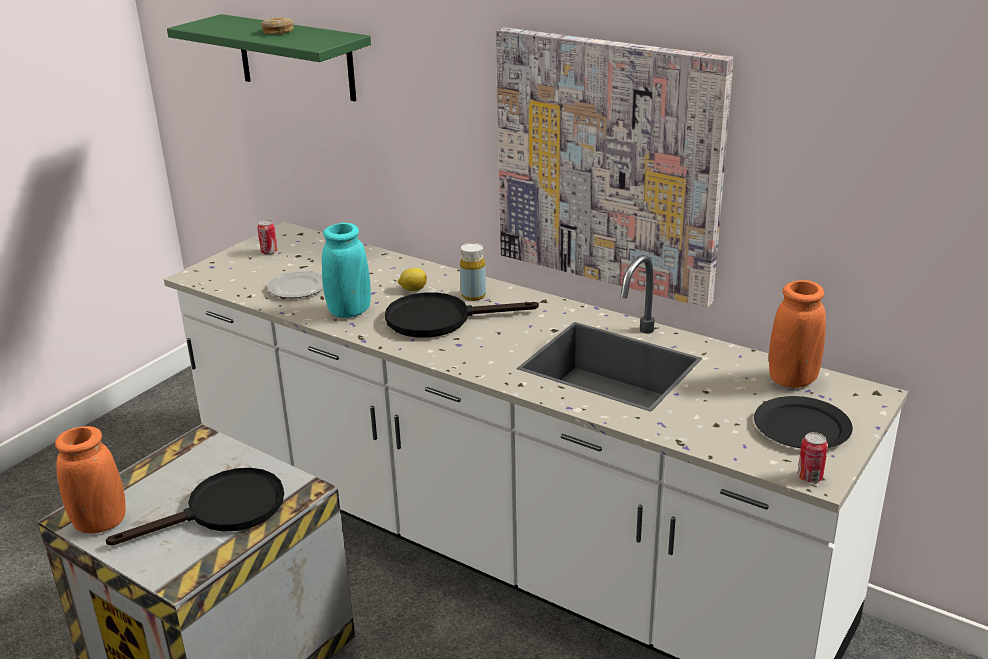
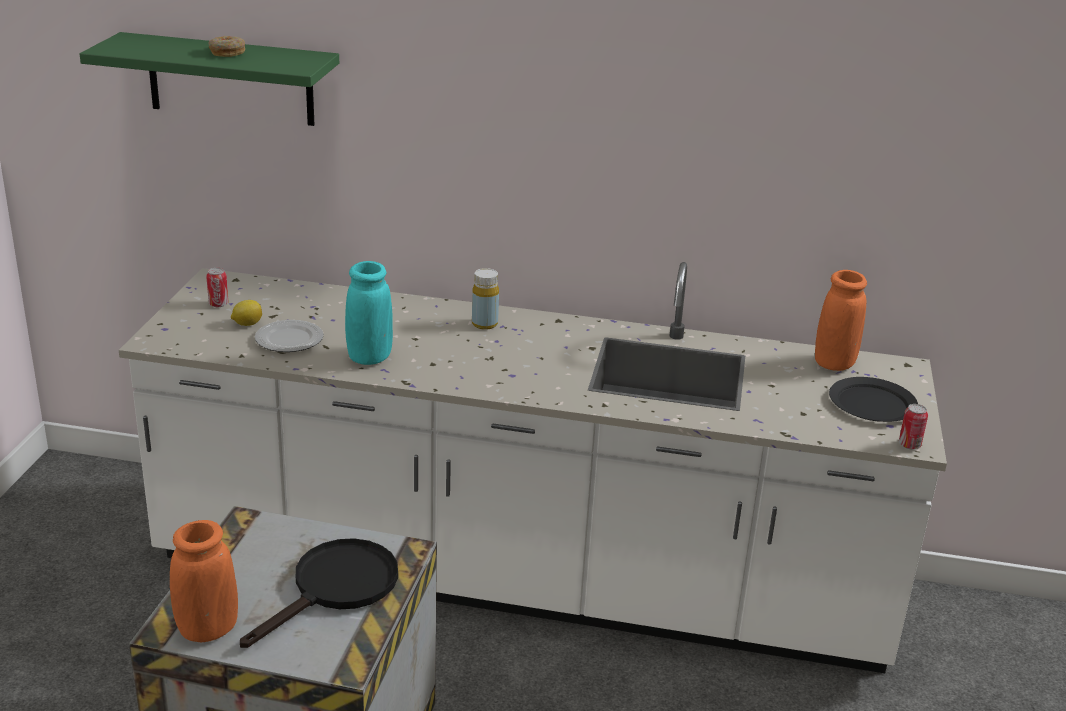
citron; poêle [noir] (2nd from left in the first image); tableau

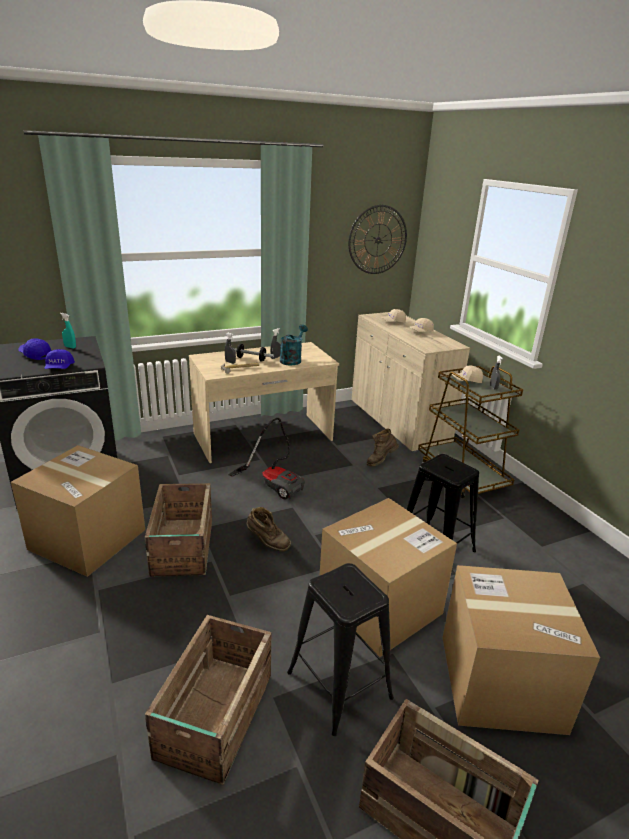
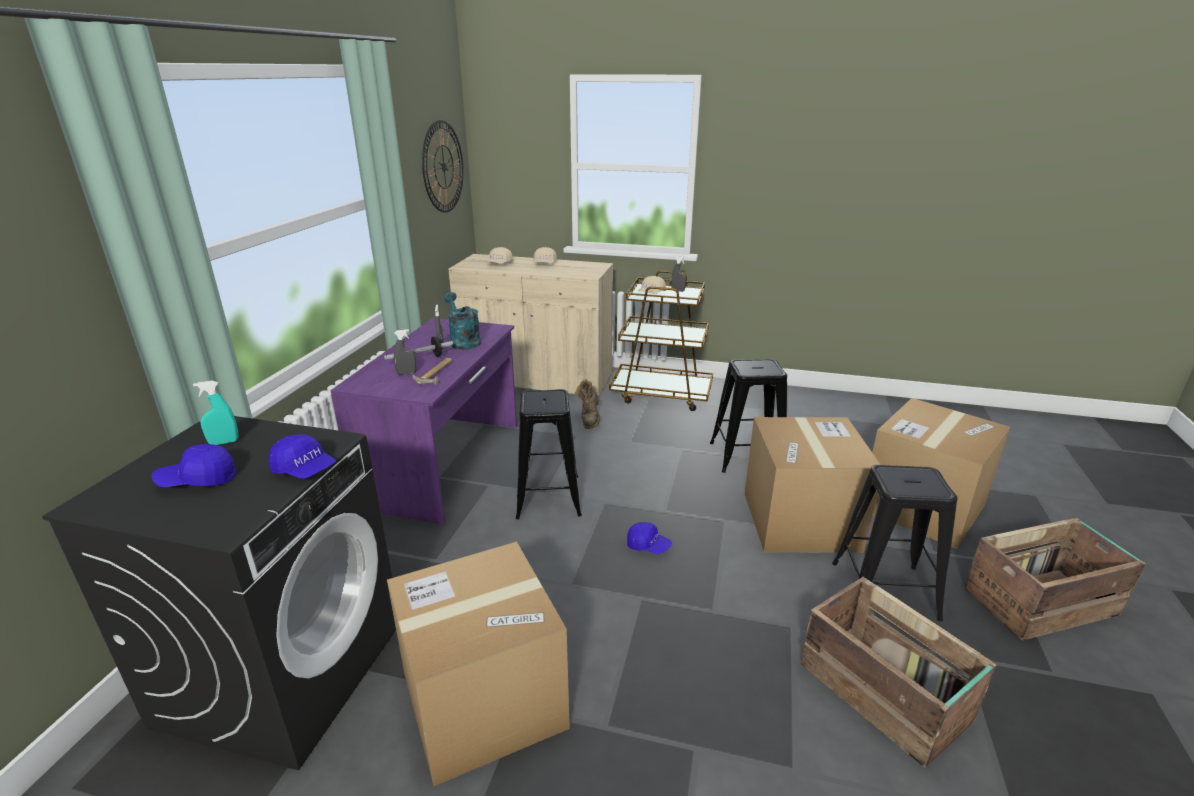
bureau [violet]; tabouret [noir] (1st from left); casquette [bleu] (3rd from left); caisse (1st from left in the first image)

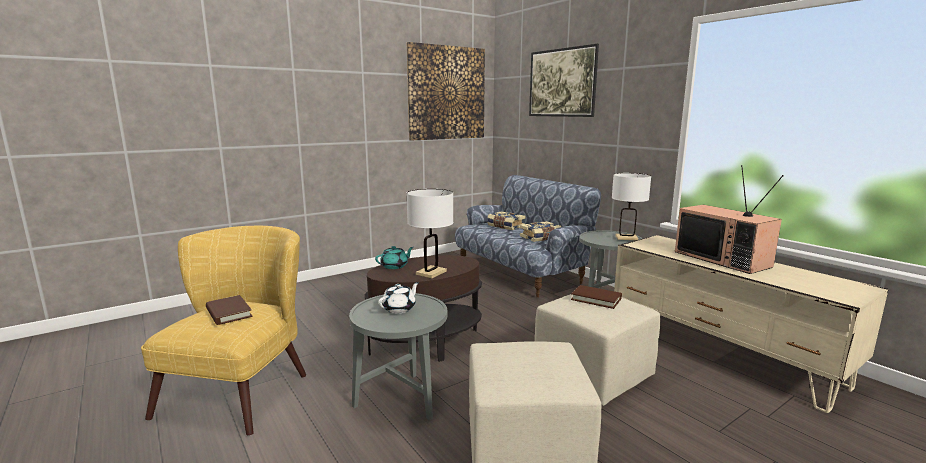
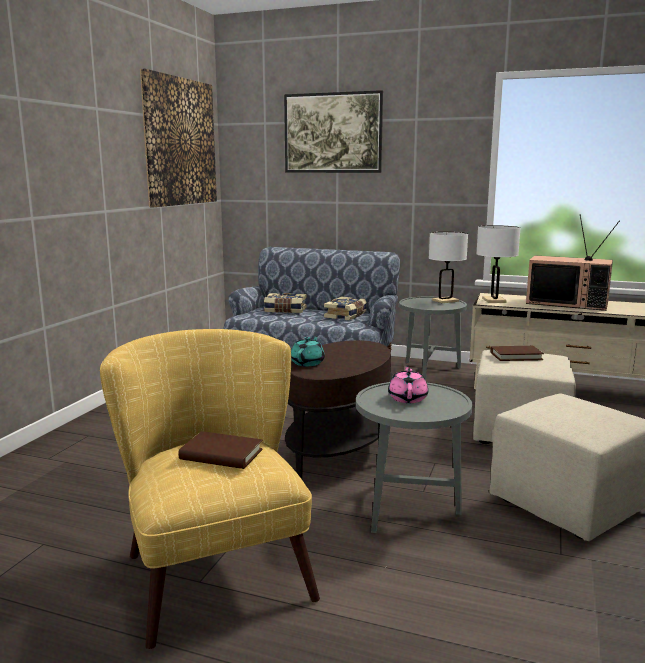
théière [rose]; lampe de table [blanc] (2nd from left)

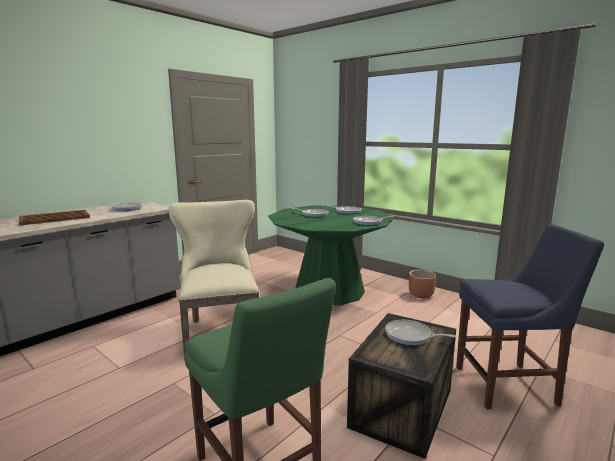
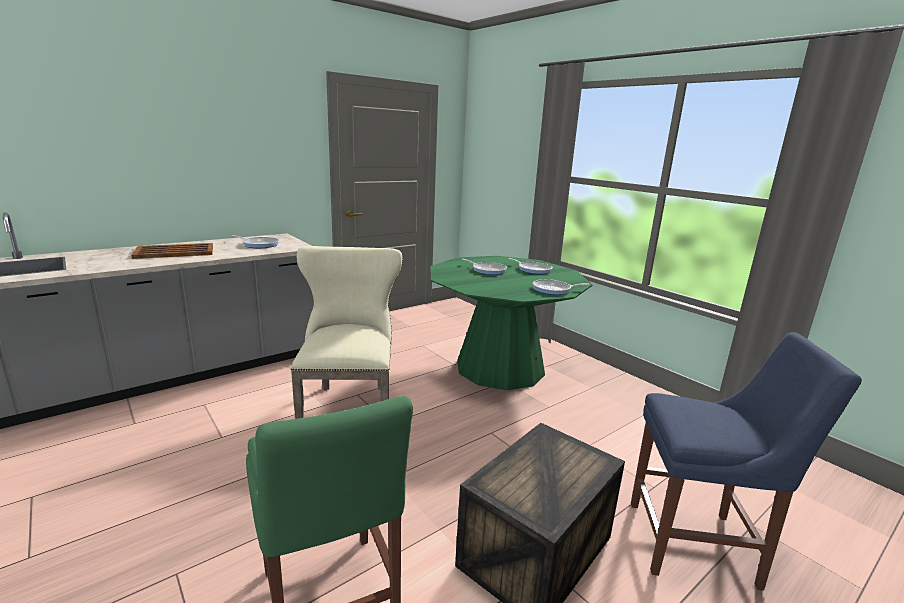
poêle (5th from left in the first image); cache-pot [marron]

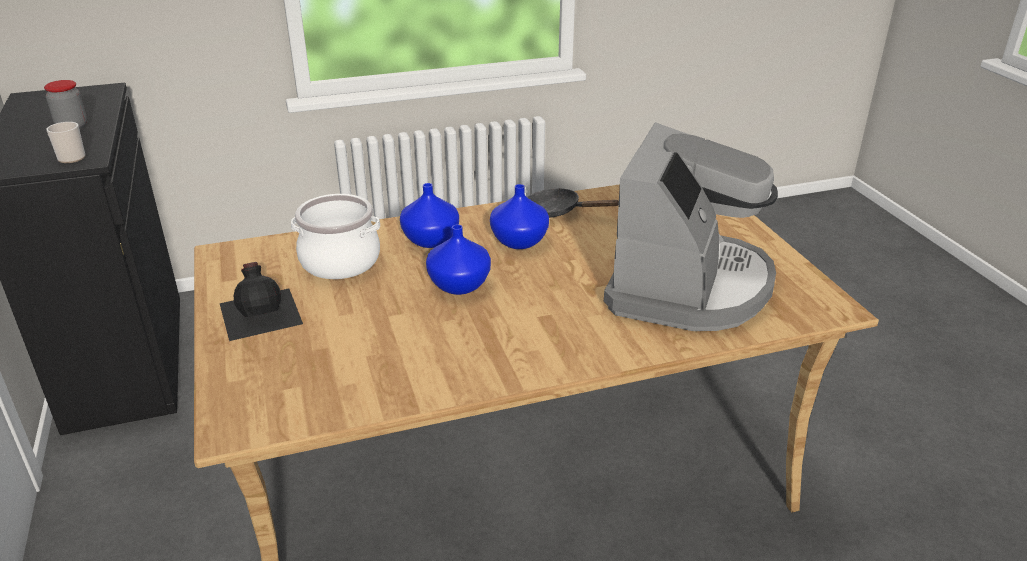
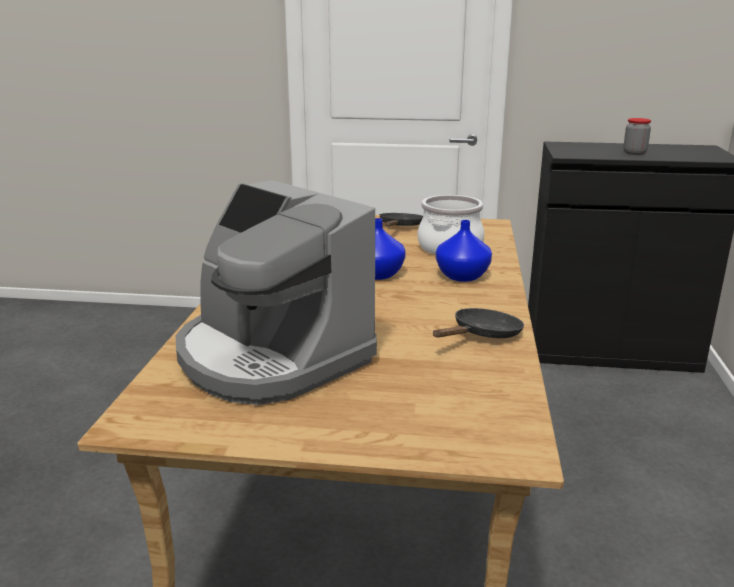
poêle [noir] (1st from left); mug; vase [bleu] (3rd from left in the first image)

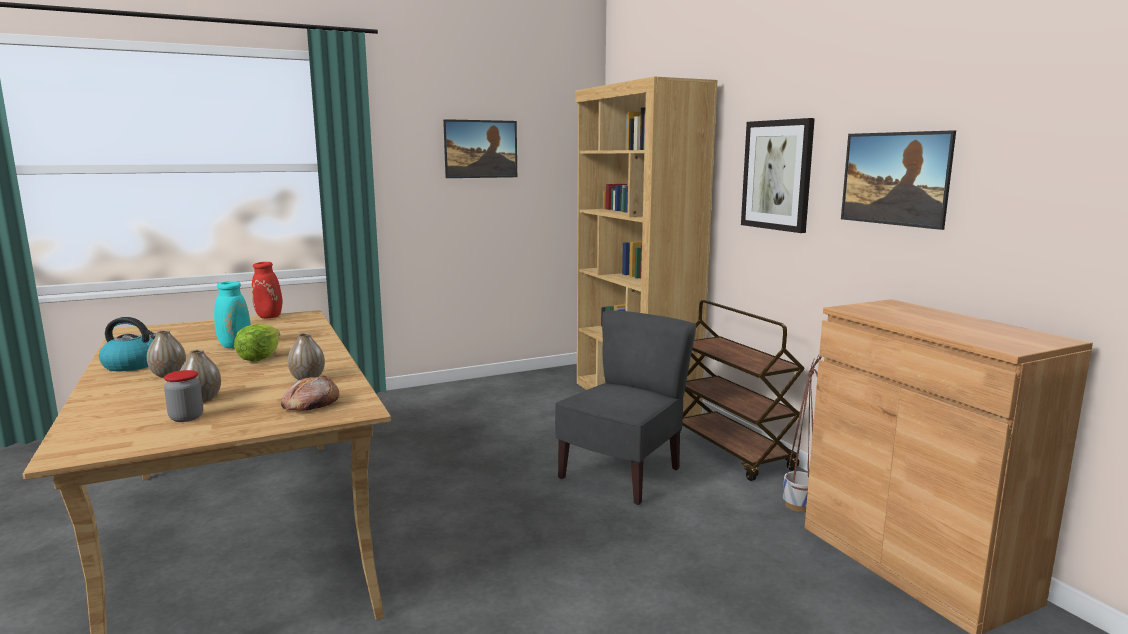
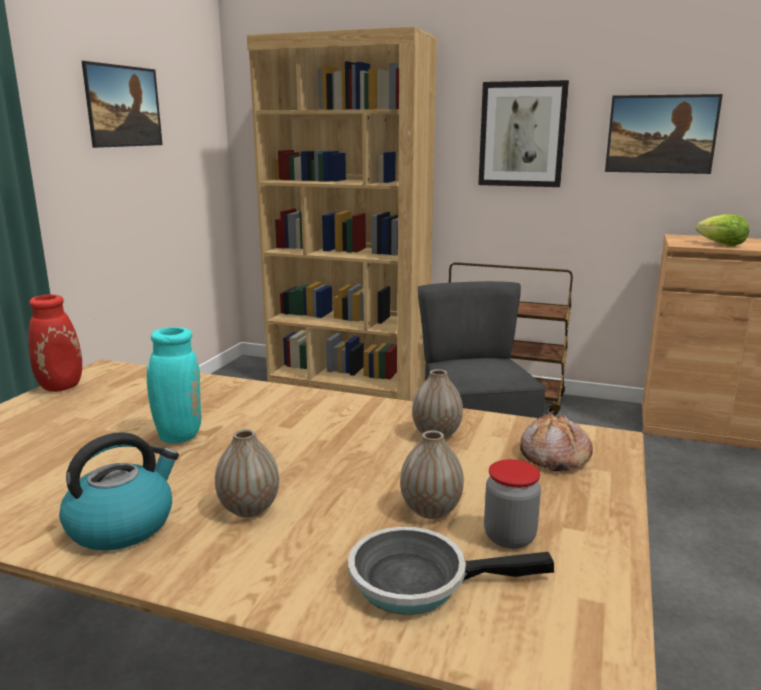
poêle; laitue; cache-pot

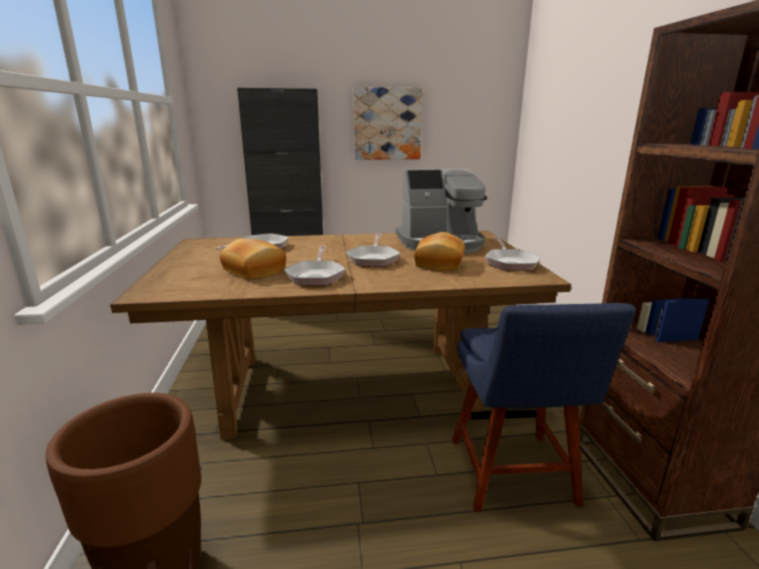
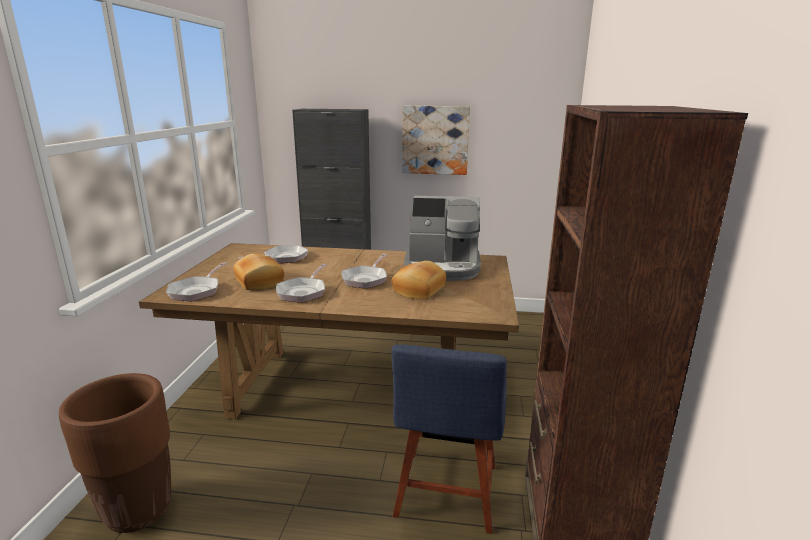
poêle (1st from left)

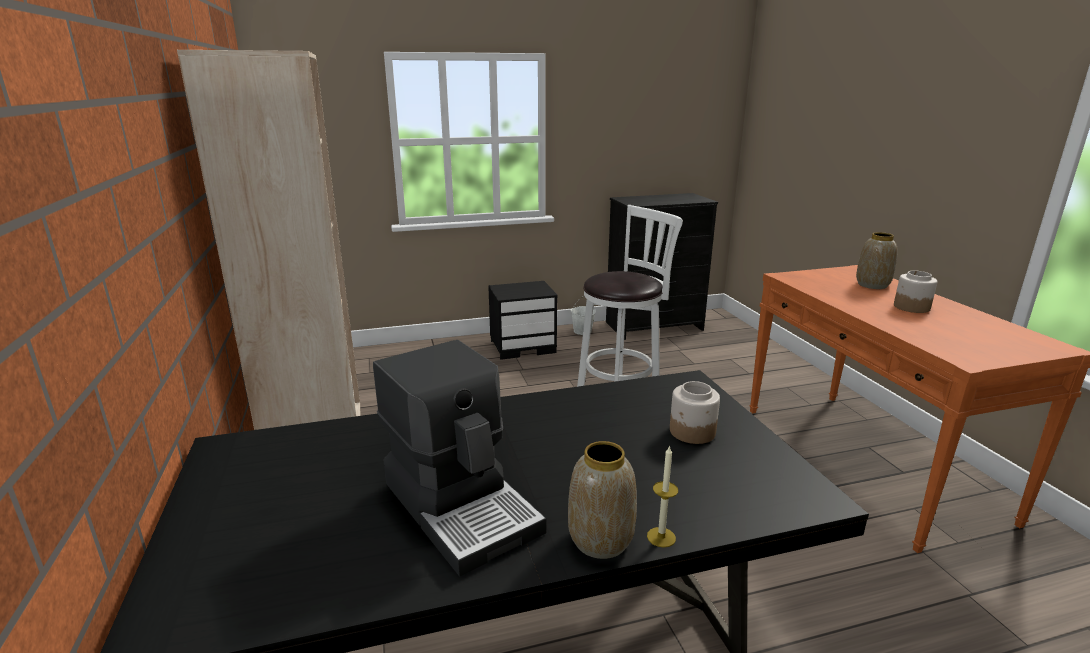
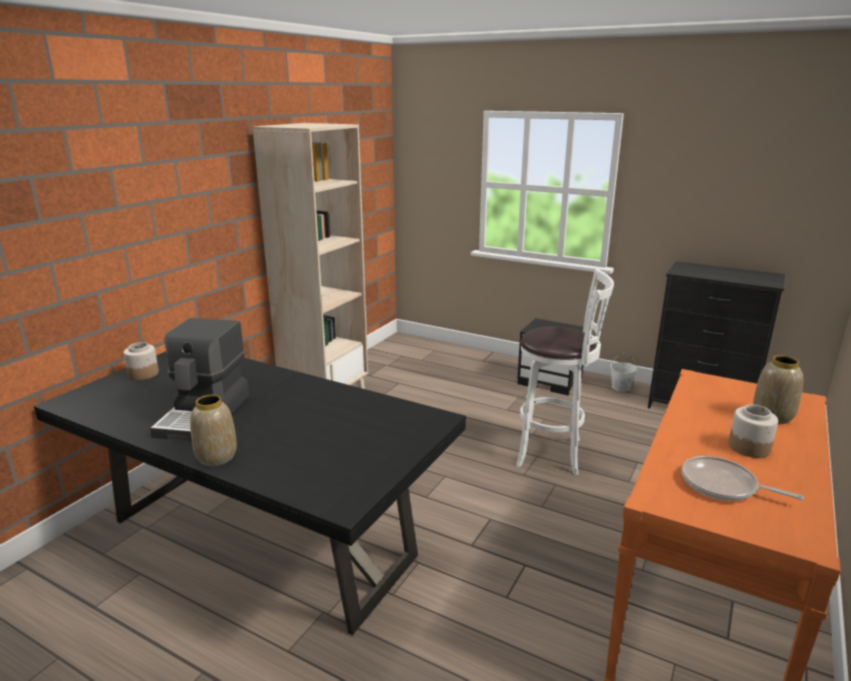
bocal (1st from left); poêle; bougie

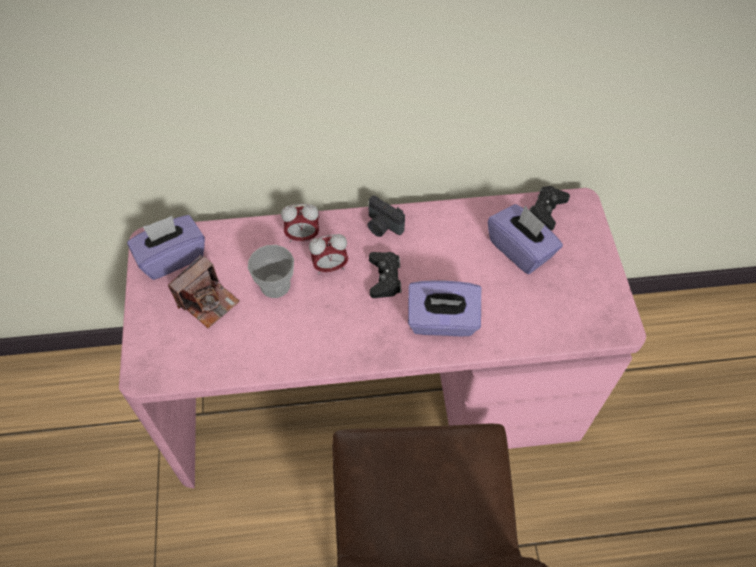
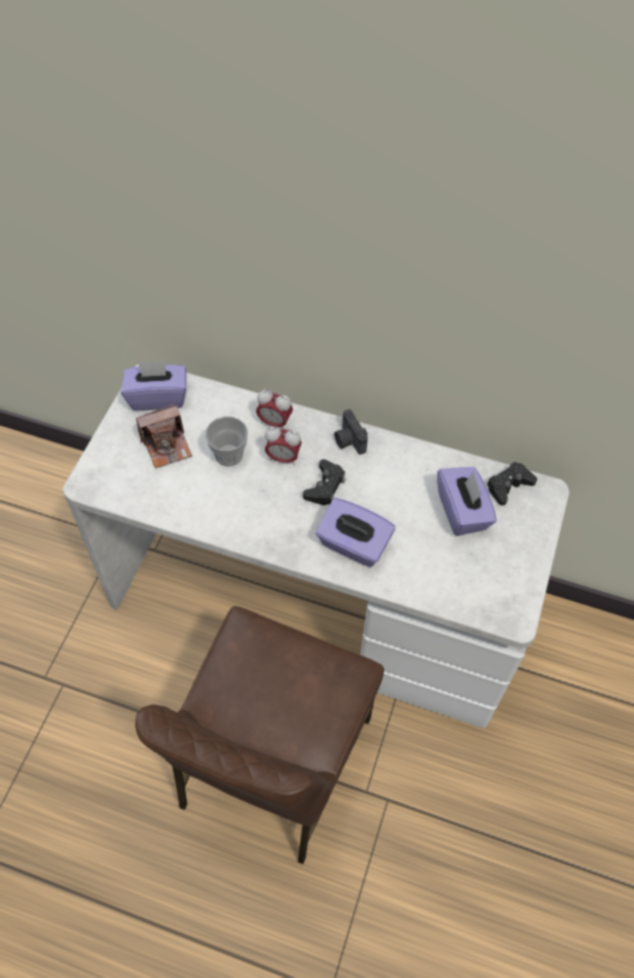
bureau [blanc]

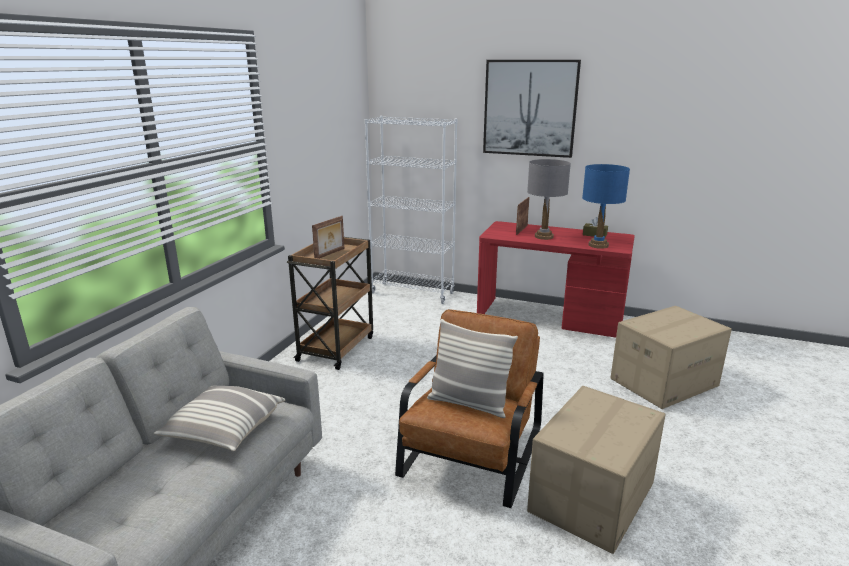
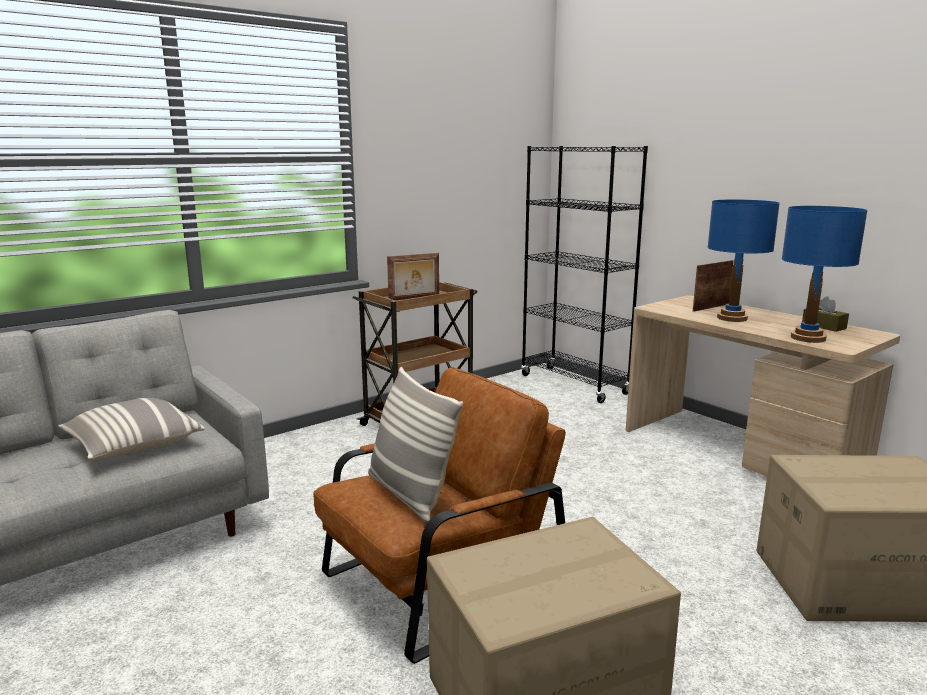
bibliothèque [noir]; bureau [beige]; lampe de table [bleu] (1st from left); tableau

